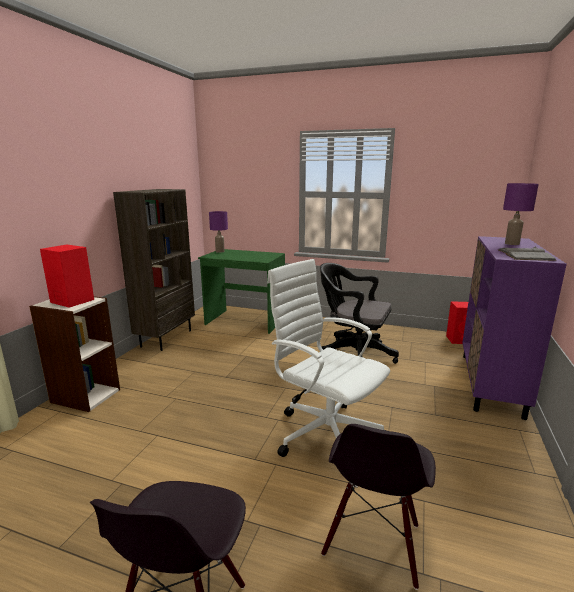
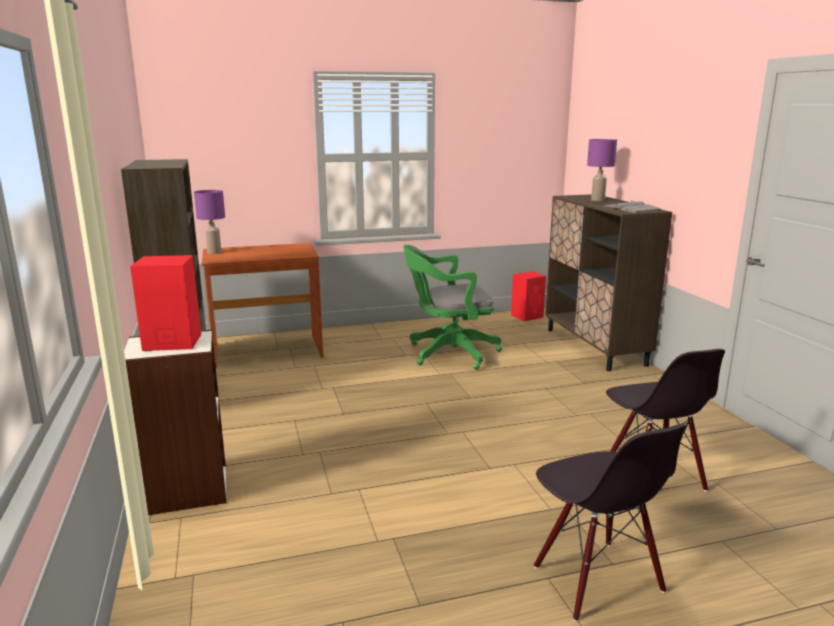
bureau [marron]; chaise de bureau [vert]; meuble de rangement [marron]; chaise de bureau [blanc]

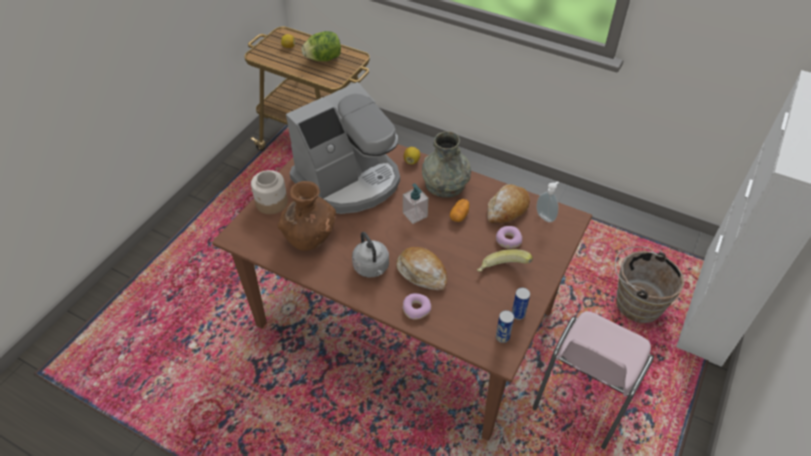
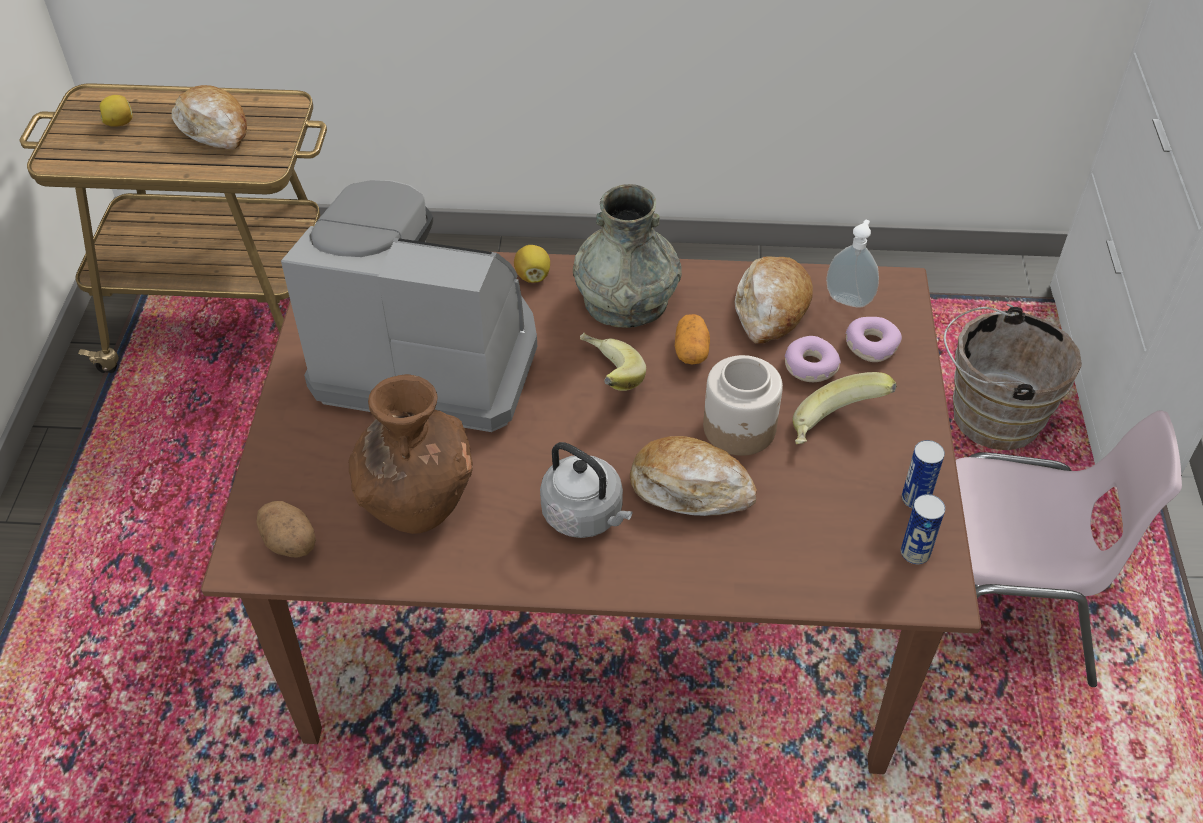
pain (1st from left); pomme de terre (1st from left); machine à café; banane (1st from left); bocal; beignet (2nd from left); chaise [rose]

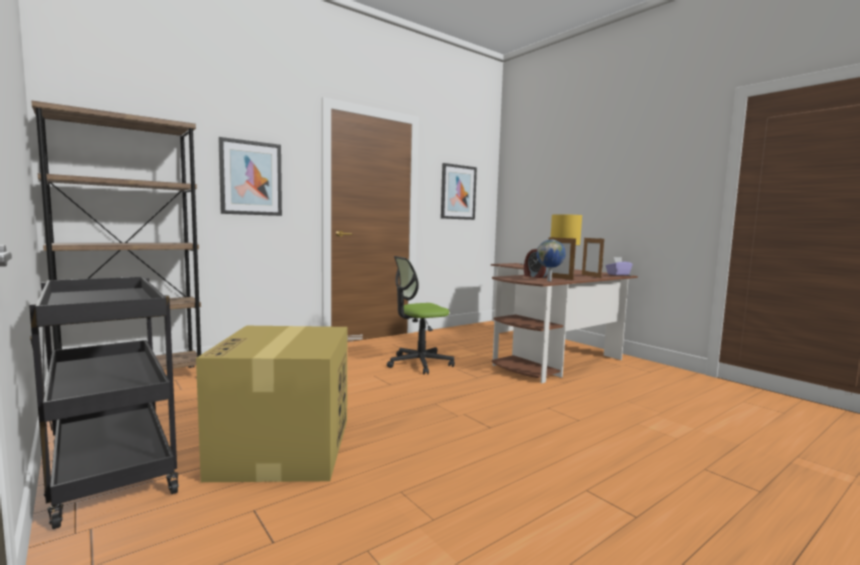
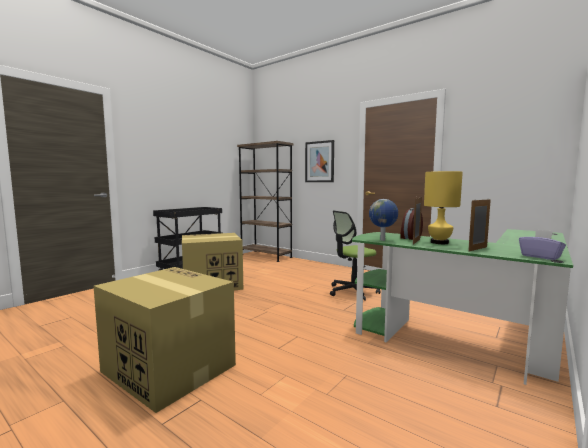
carton (1st from left); chaise de bureau; bureau [vert]; tableau (2nd from left in the first image)

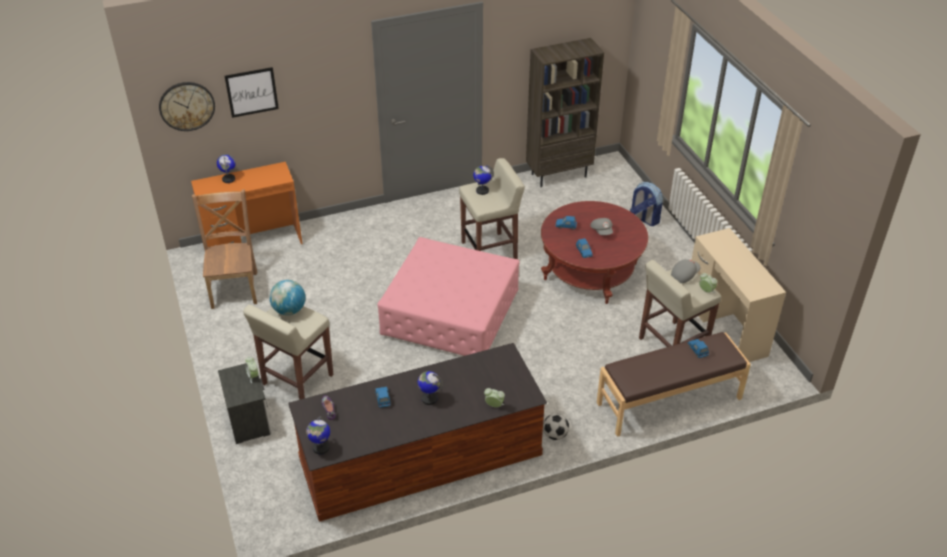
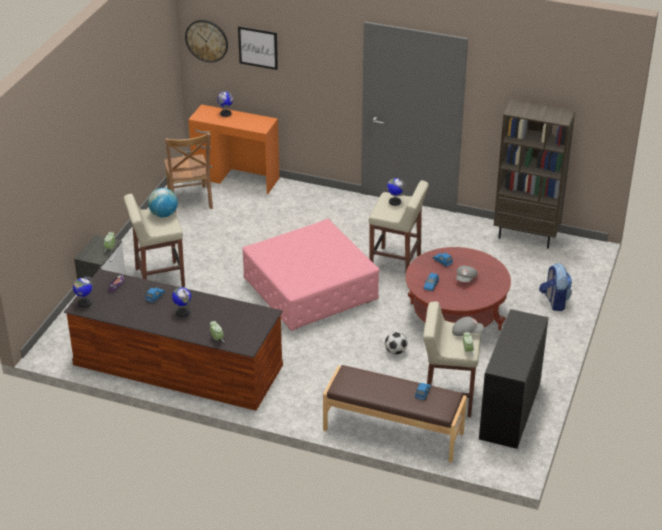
chaise [marron]; ballon de foot; bureau [noir]

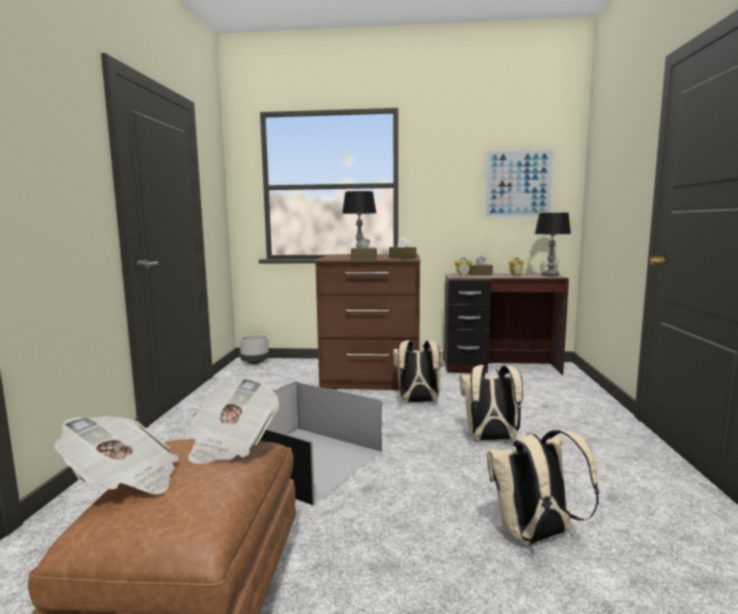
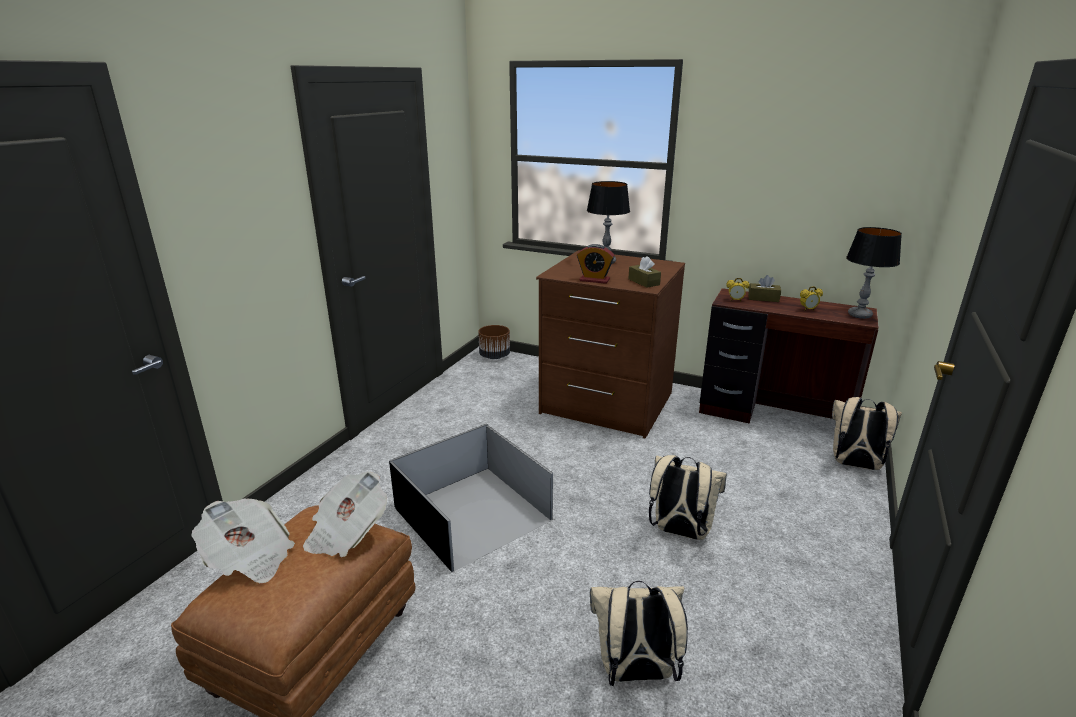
cache-pot [marron]; réveil (1st from left); sac à dos [beige] (3rd from left); tableau

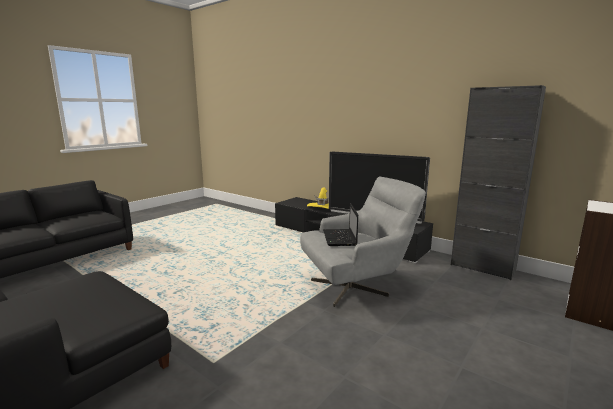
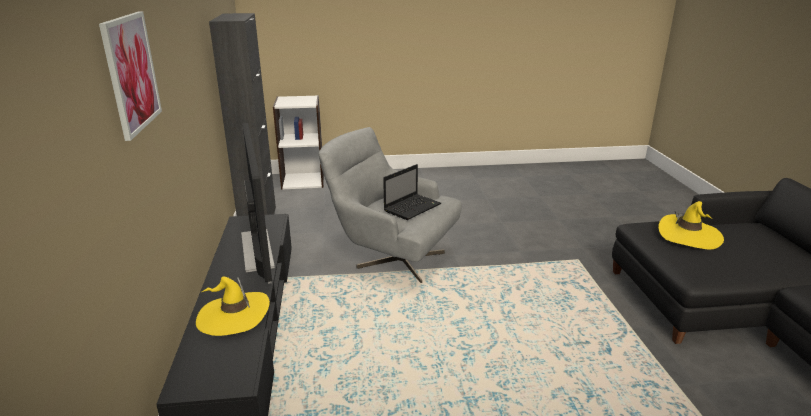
tableau; chapeau [jaune] (2nd from left)

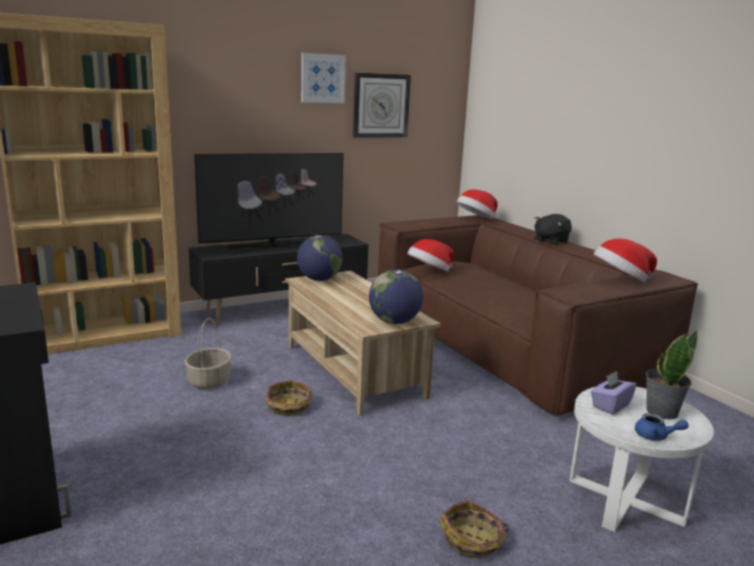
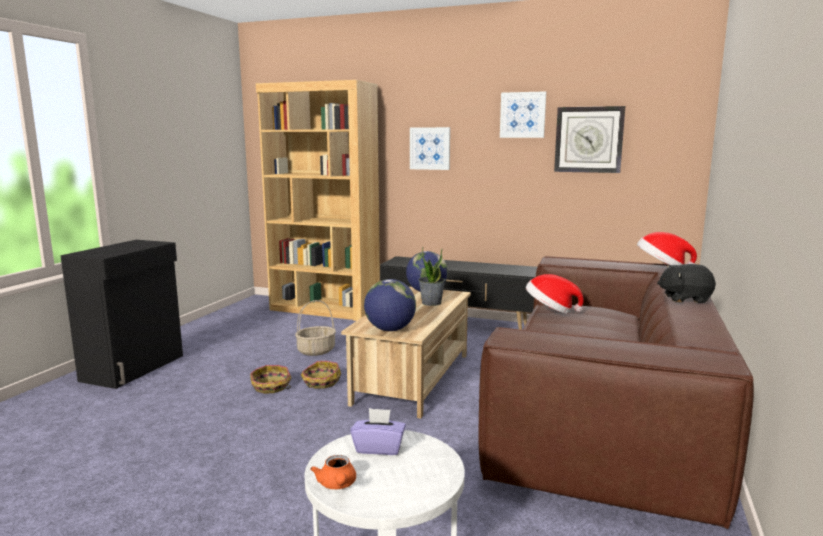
panier (1st from left); théière [orange]; tableau (1st from left); plante en pot; téléviseur; chapeau (3rd from left in the first image)

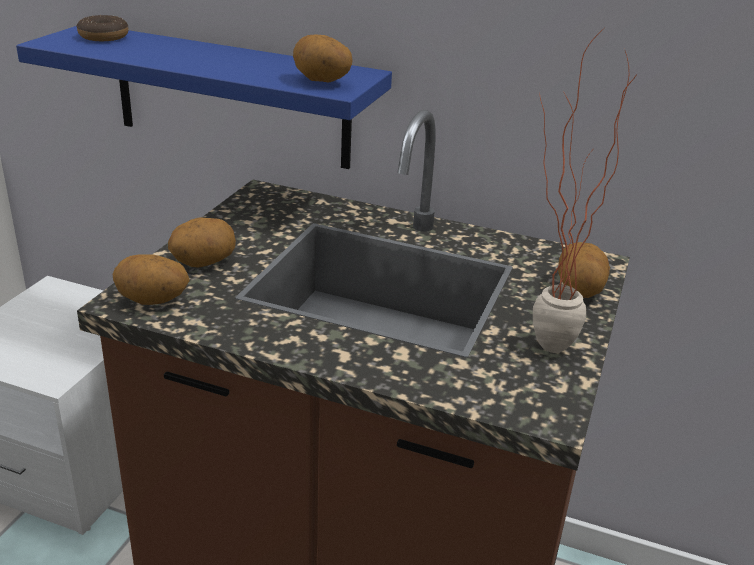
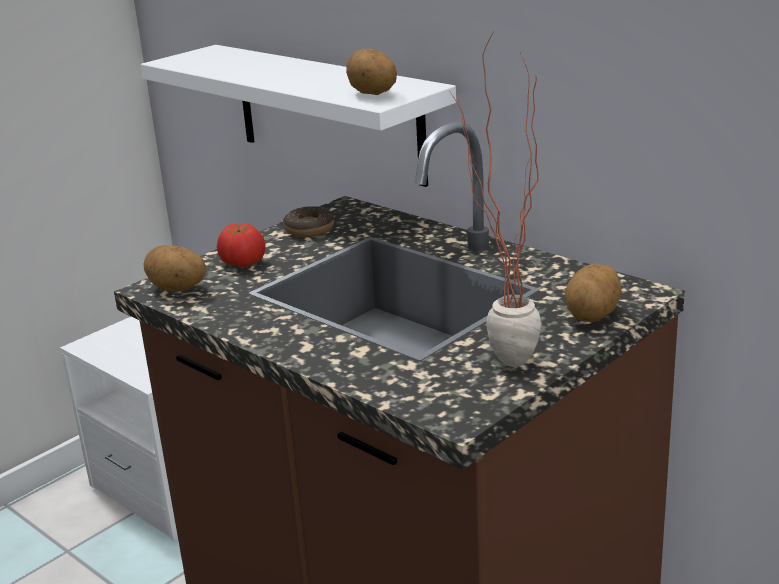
étagère [blanc]; tomate; beignet

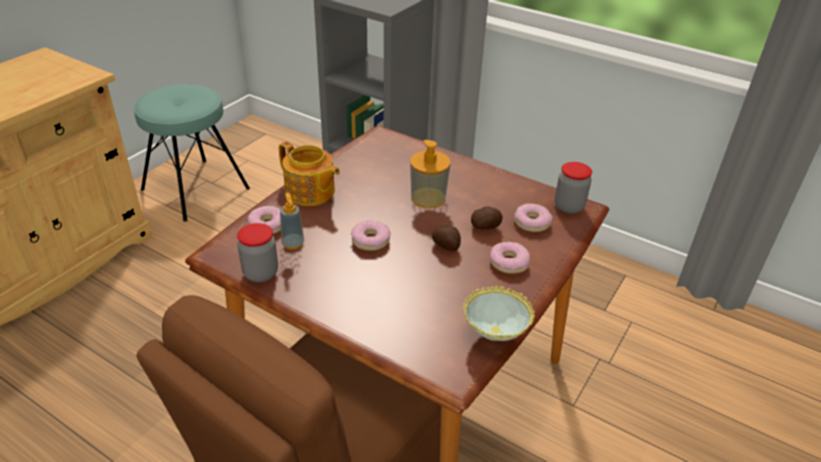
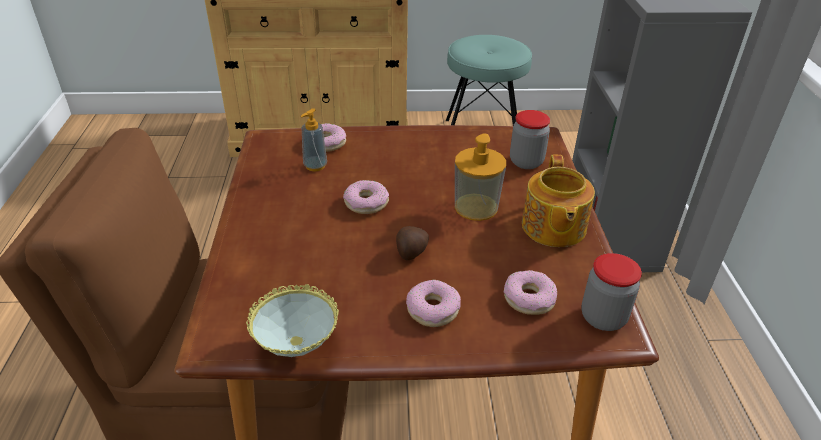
bocal (1st from left); théière; pomme de terre (2nd from left in the first image)

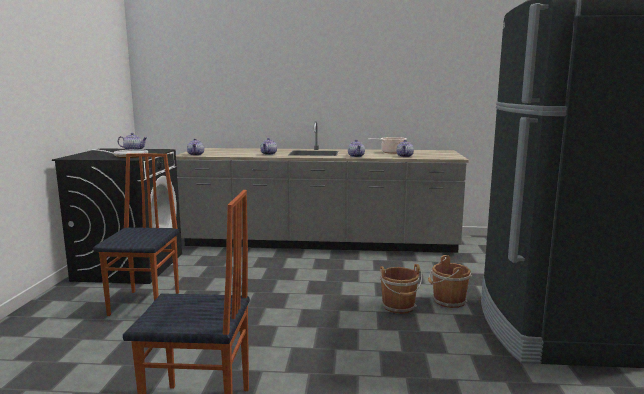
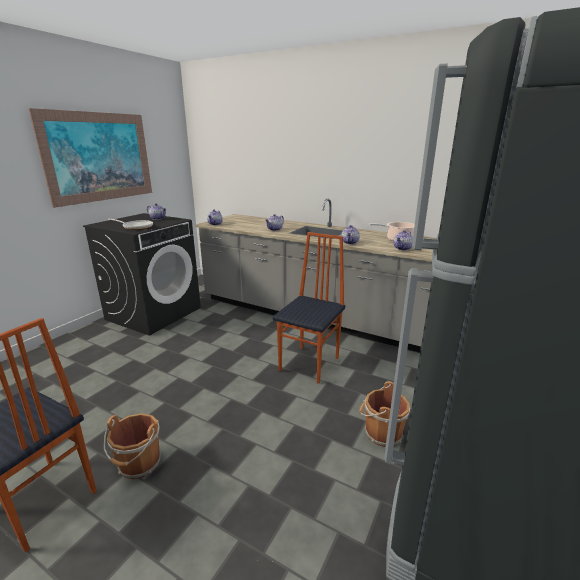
tableau; seau [marron] (1st from left); chaise (2nd from left)

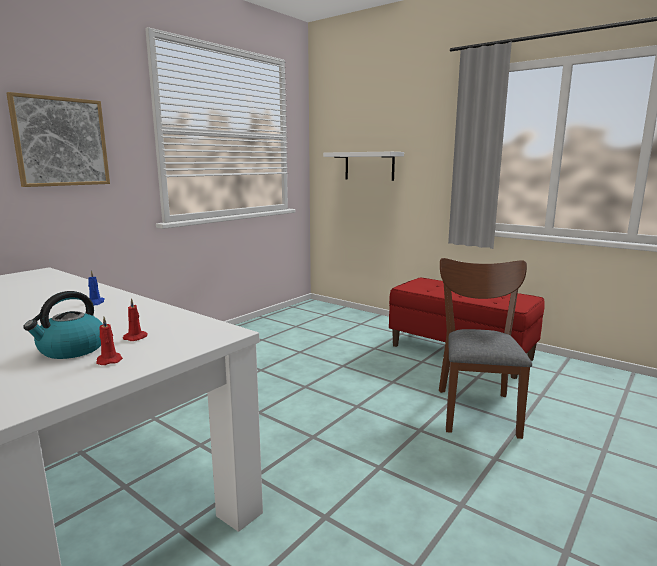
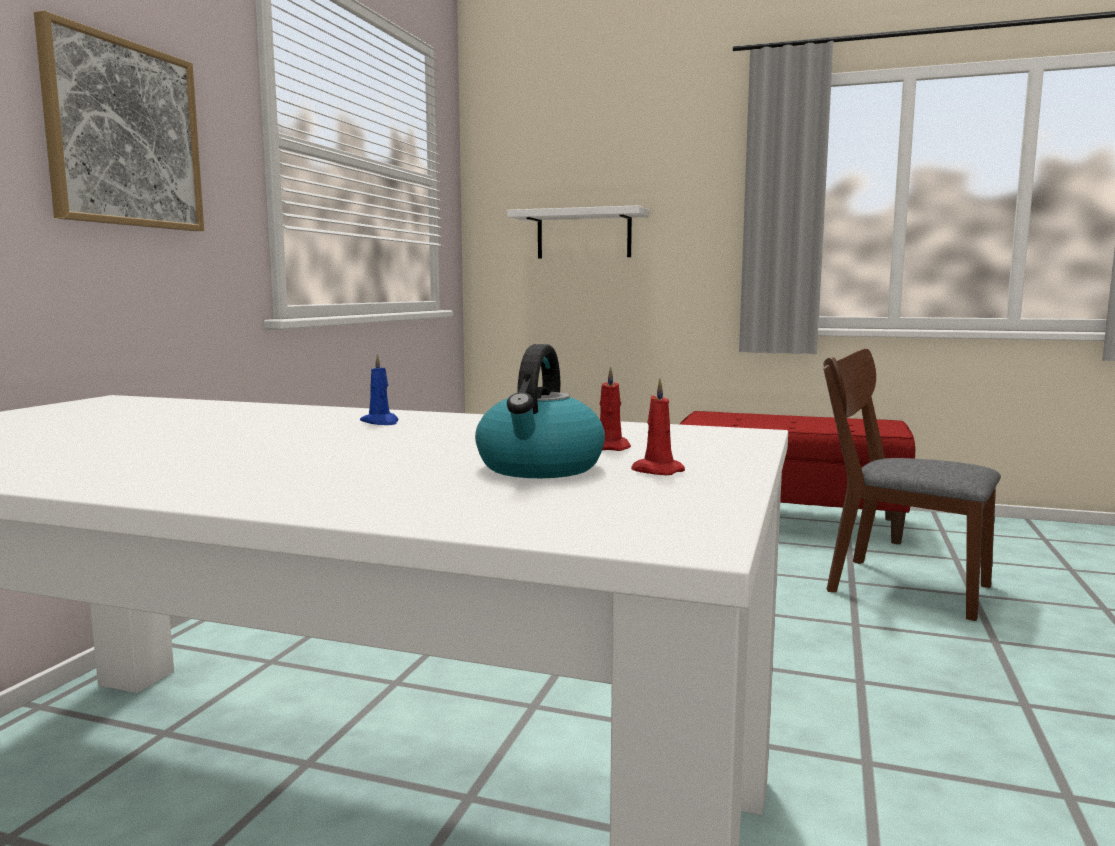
chaise [marron]

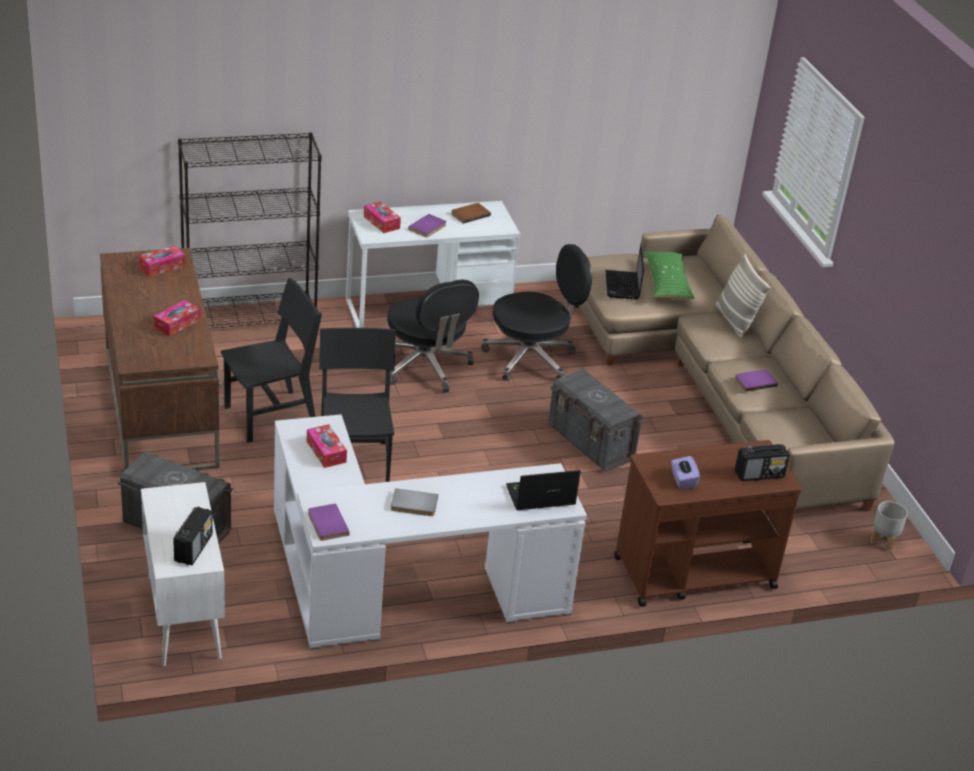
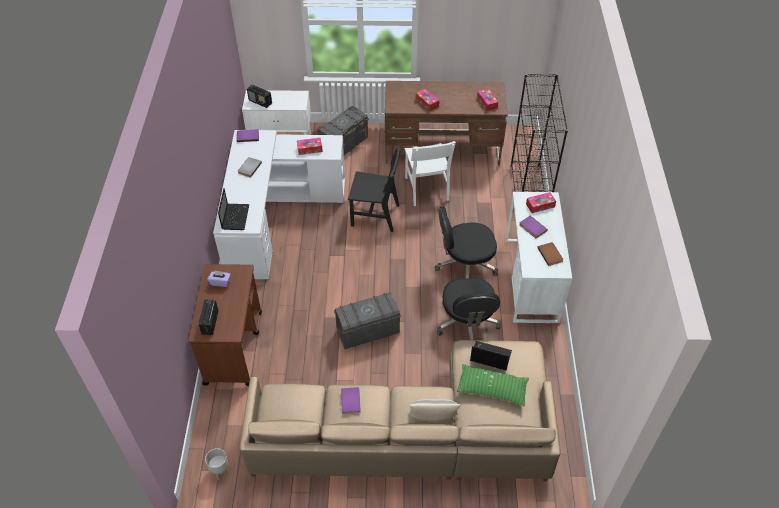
chaise [blanc]

